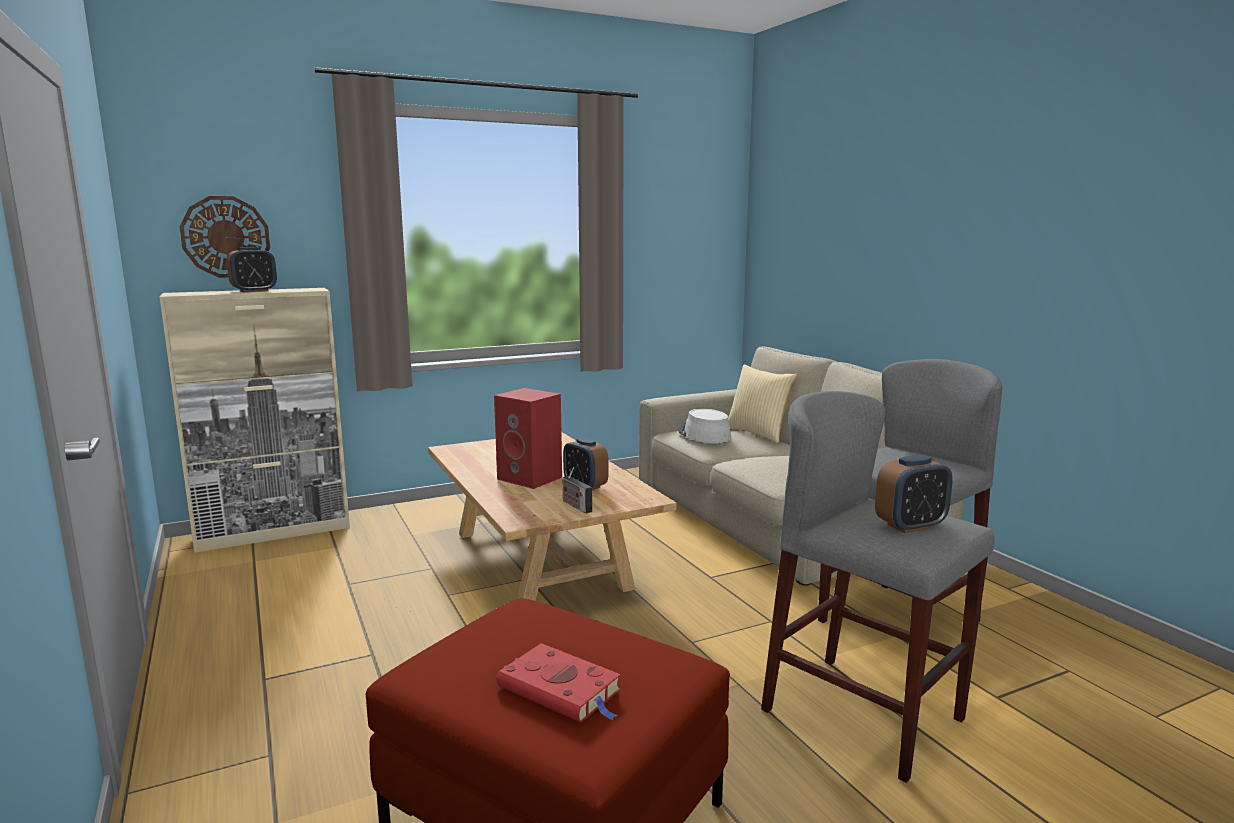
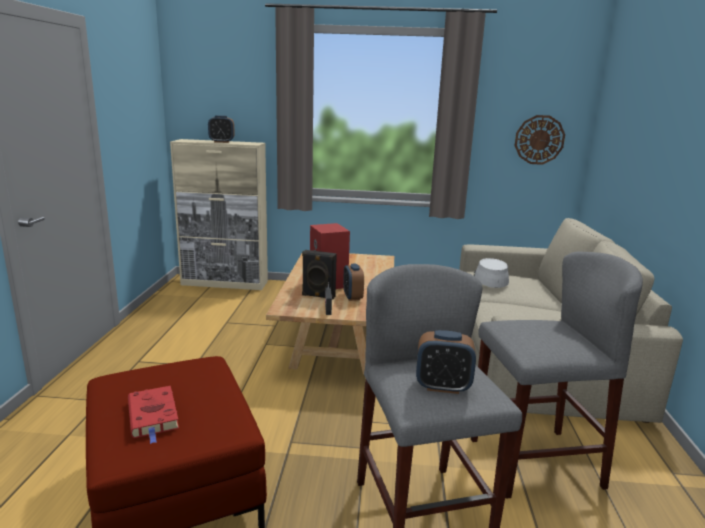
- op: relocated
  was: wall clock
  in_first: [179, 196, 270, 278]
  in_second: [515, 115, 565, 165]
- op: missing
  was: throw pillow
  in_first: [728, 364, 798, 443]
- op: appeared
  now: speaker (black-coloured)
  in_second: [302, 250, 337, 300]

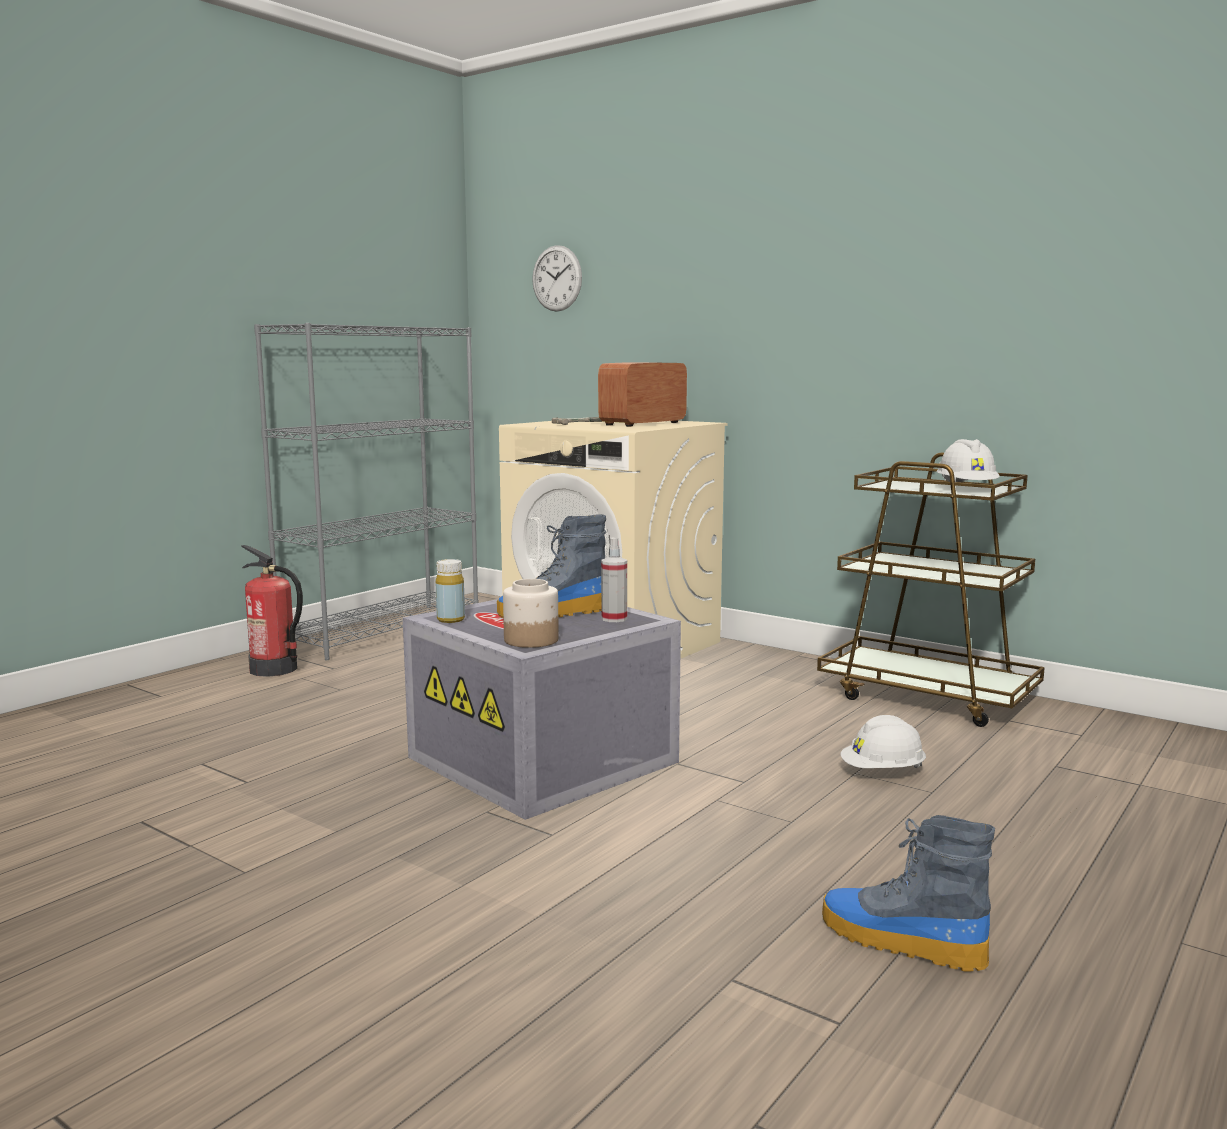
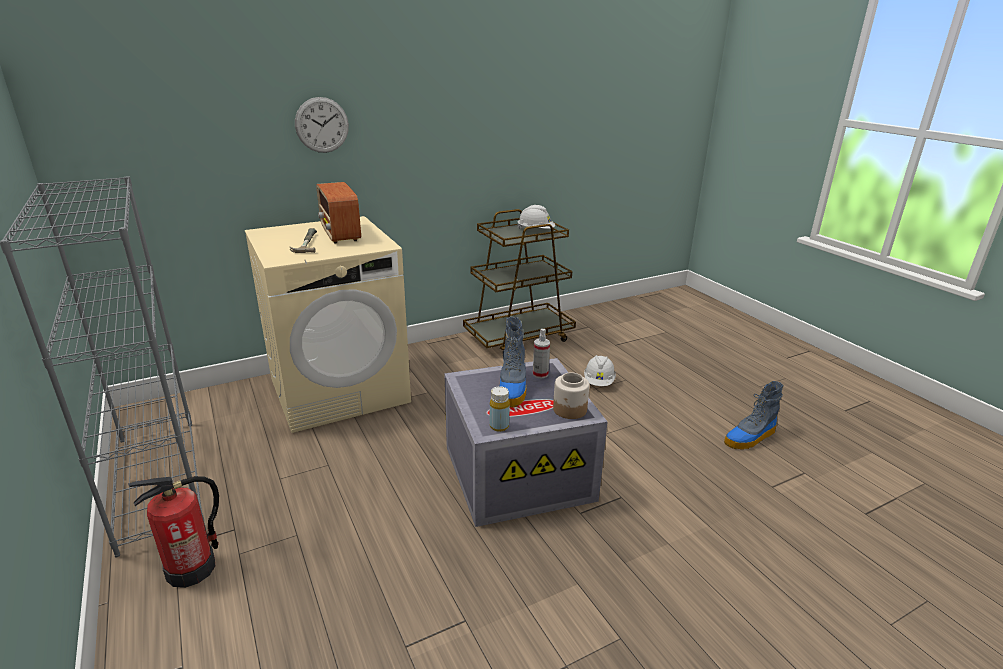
- op: relocated
  was: wall clock
  in_first: [532, 245, 582, 312]
  in_second: [295, 97, 349, 153]

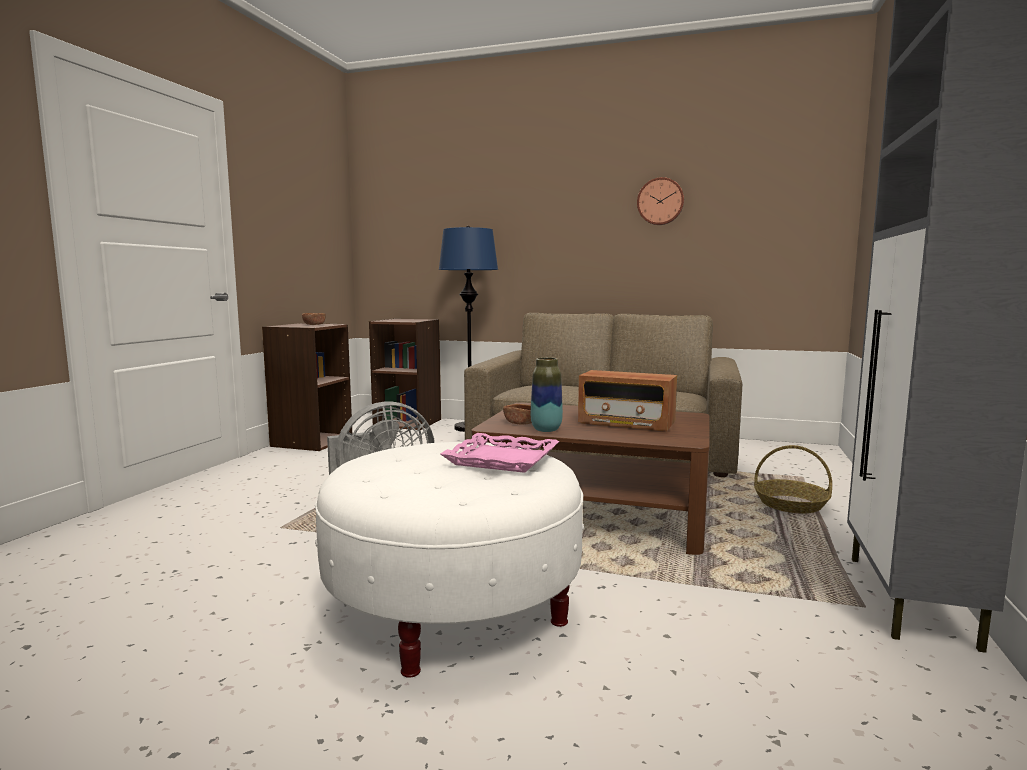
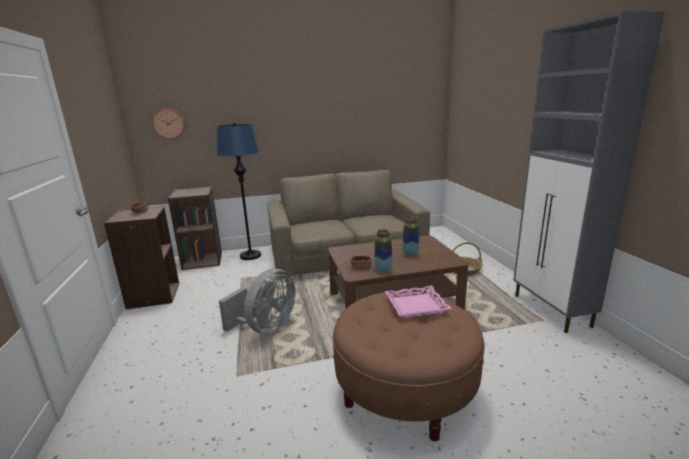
- op: relocated
  was: wall clock
  in_first: [637, 177, 684, 225]
  in_second: [152, 108, 185, 139]
- op: exchanged
  was: radio set
  now: flower vase
  in_first: [578, 370, 677, 432]
  in_second: [402, 217, 419, 256]
- op: colour
  was: ottoman (white-coloured)
  now: ottoman (brownish)
  in_first: [315, 442, 584, 678]
  in_second: [333, 291, 485, 441]

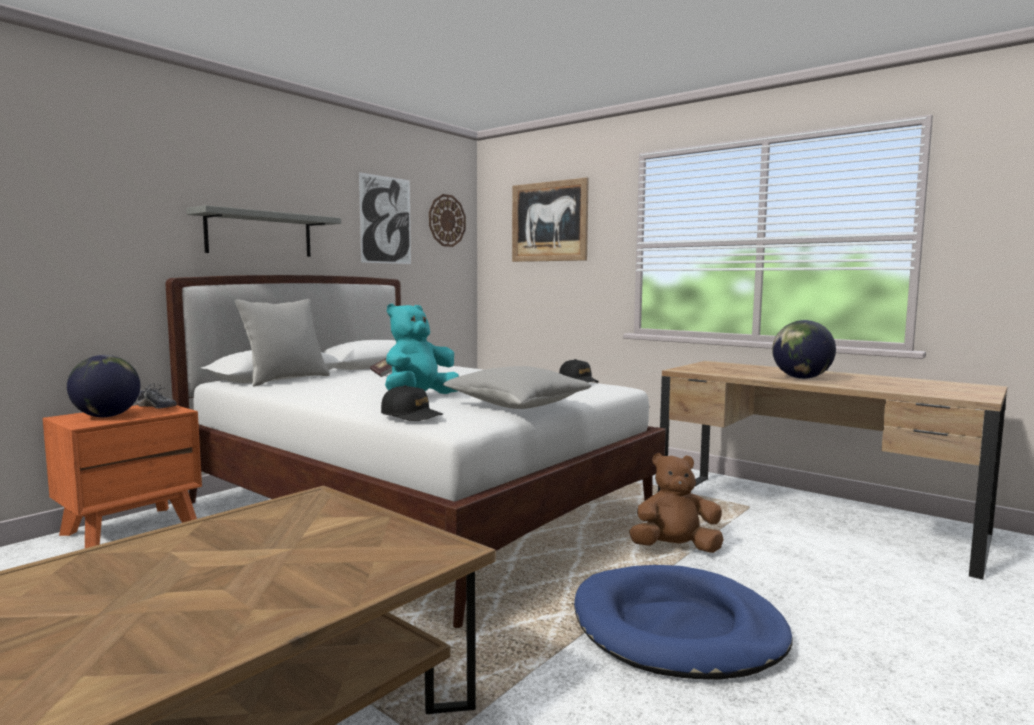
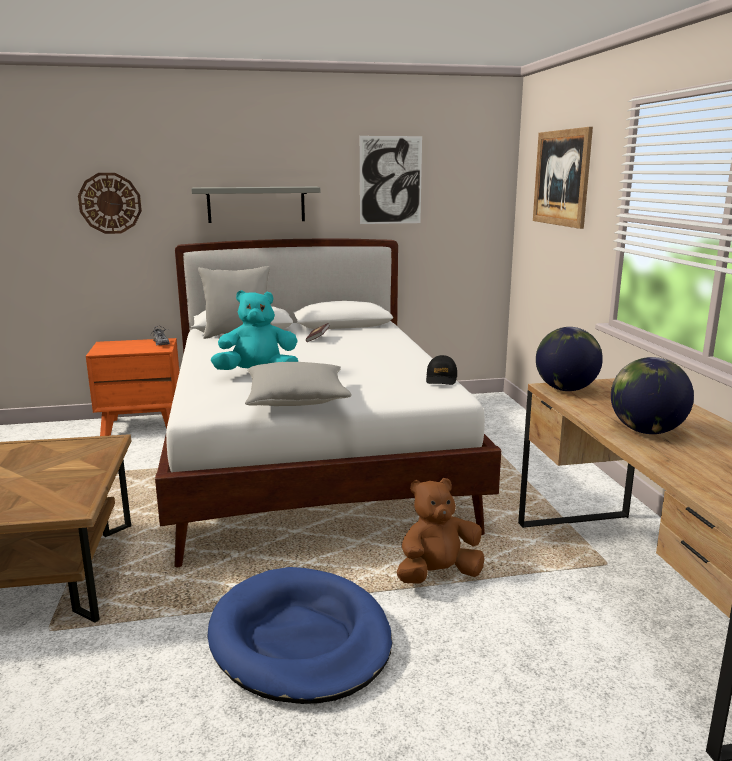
- op: relocated
  was: wall clock
  in_first: [429, 194, 466, 247]
  in_second: [78, 173, 142, 234]
- op: relocated
  was: world globe
  in_first: [67, 355, 140, 417]
  in_second: [536, 327, 603, 391]
- op: missing
  was: baseball cap (black-coloured)
  in_first: [381, 385, 443, 421]
- op: spun
  was: soft toy (brownish)
  in_first: [629, 453, 724, 553]
  in_second: [397, 478, 484, 584]
  clockwise: -60

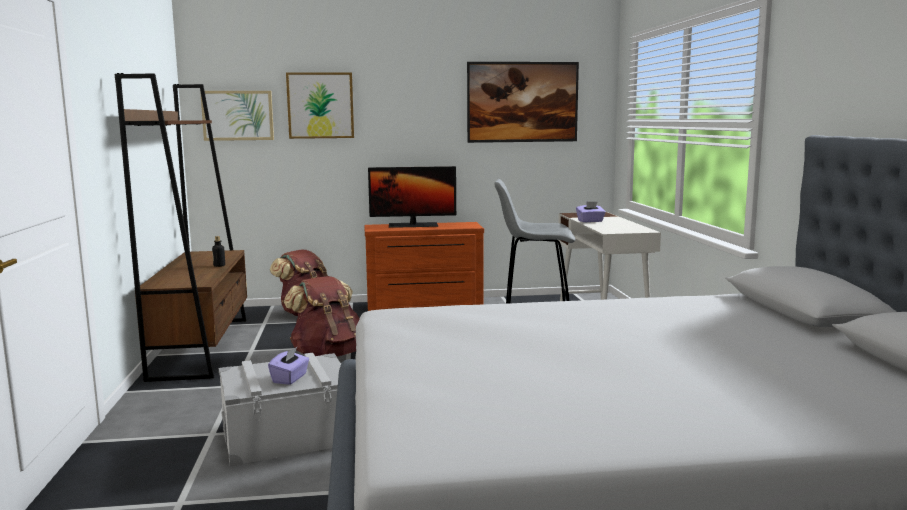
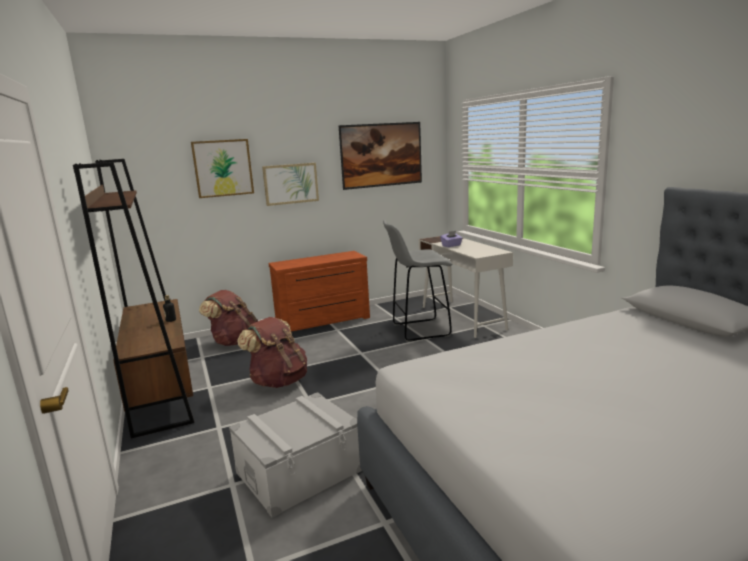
- op: relocated
  was: picture
  in_first: [200, 91, 274, 141]
  in_second: [262, 163, 319, 206]
- op: missing
  was: computer display
  in_first: [368, 166, 456, 228]
- op: missing
  was: tissue holder (purplish)
  in_first: [268, 347, 309, 385]

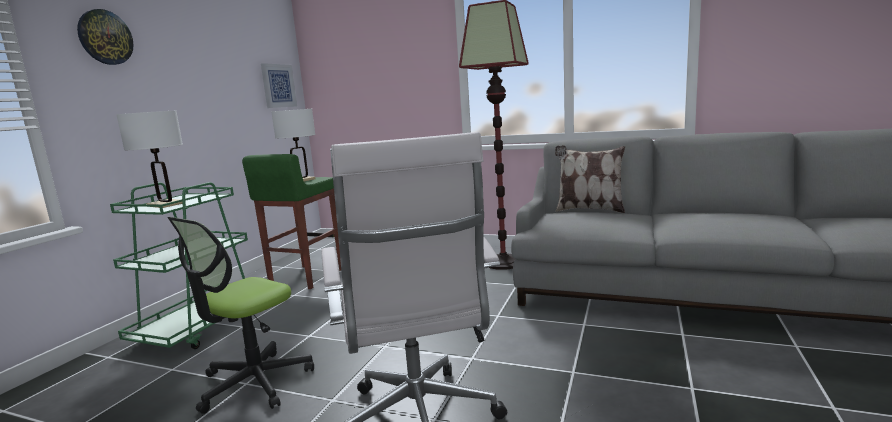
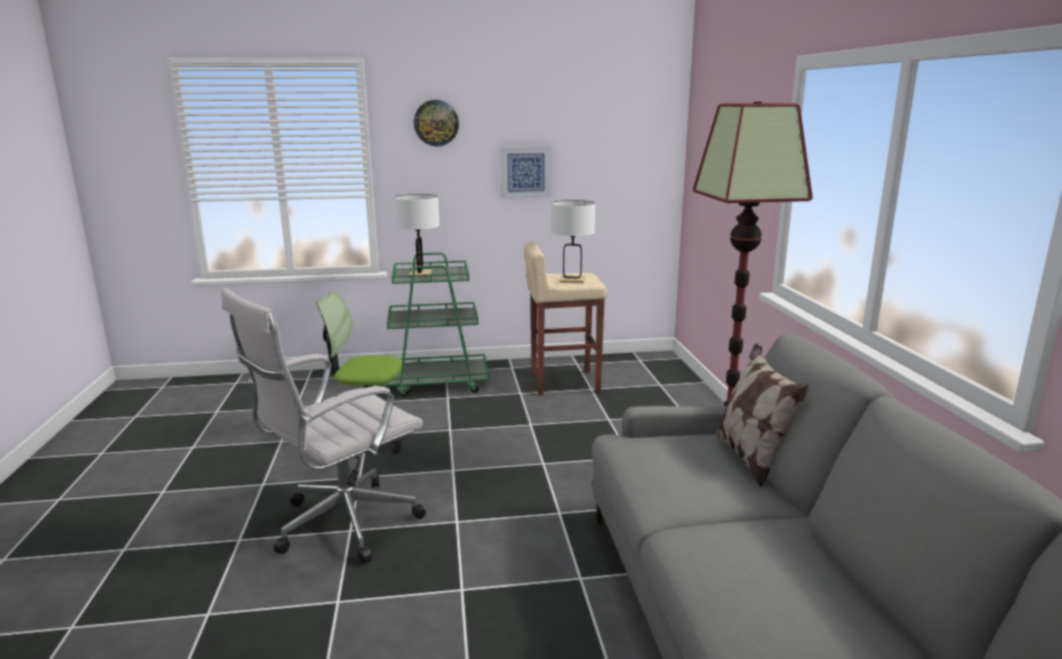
- op: relocated
  was: picture
  in_first: [261, 63, 297, 108]
  in_second: [500, 146, 551, 199]
- op: colour
  was: stool seat (green-coloured)
  now: stool seat (sand-coloured)
  in_first: [242, 154, 341, 289]
  in_second: [524, 242, 607, 395]

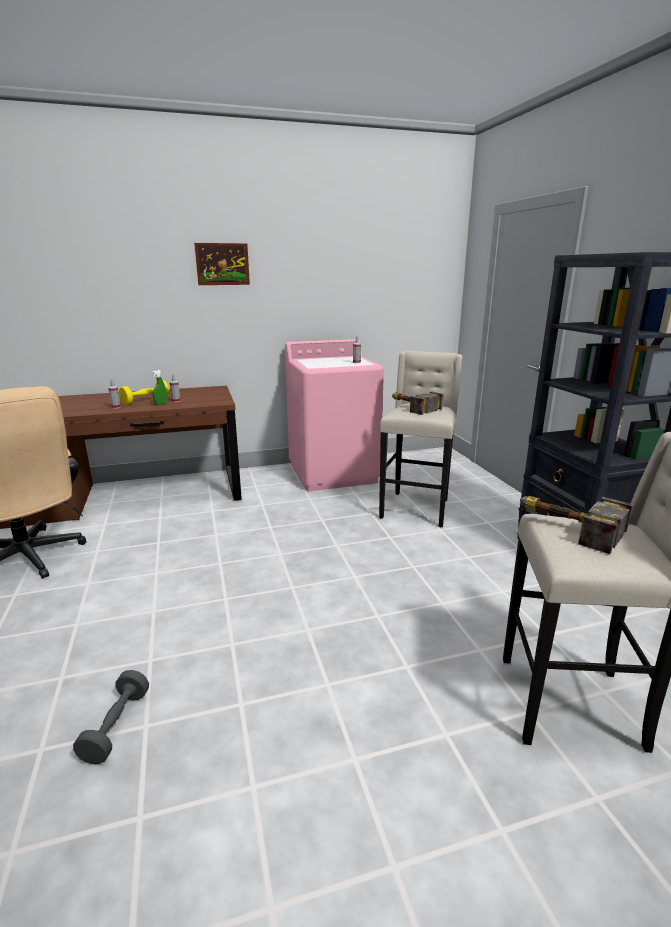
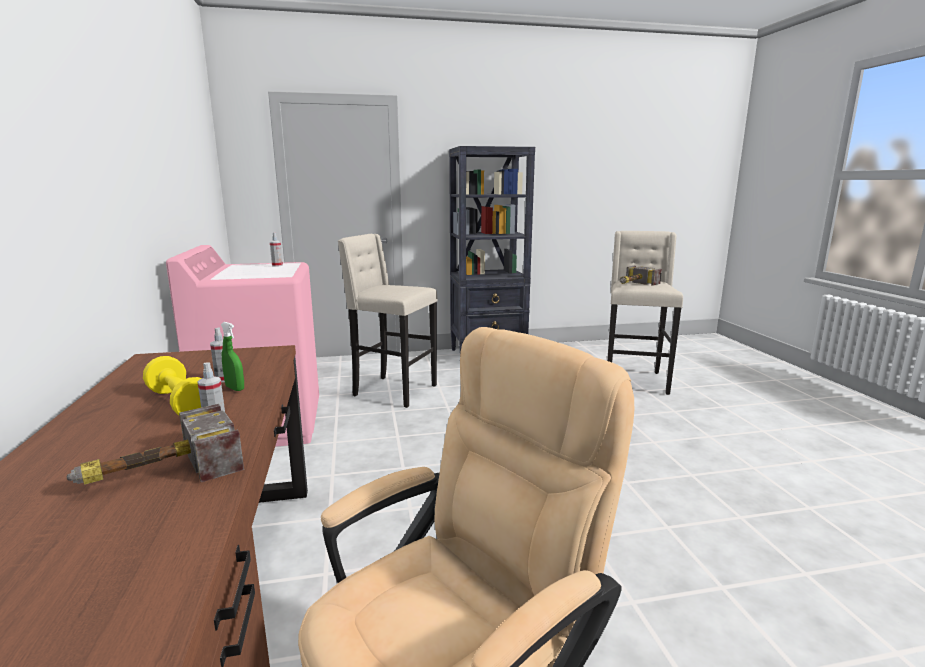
- op: missing
  was: picture
  in_first: [194, 243, 250, 285]
- op: relocated
  was: hammer
  in_first: [392, 391, 443, 415]
  in_second: [67, 404, 244, 485]
- op: missing
  was: dumbbell (greyish)
  in_first: [73, 670, 149, 764]

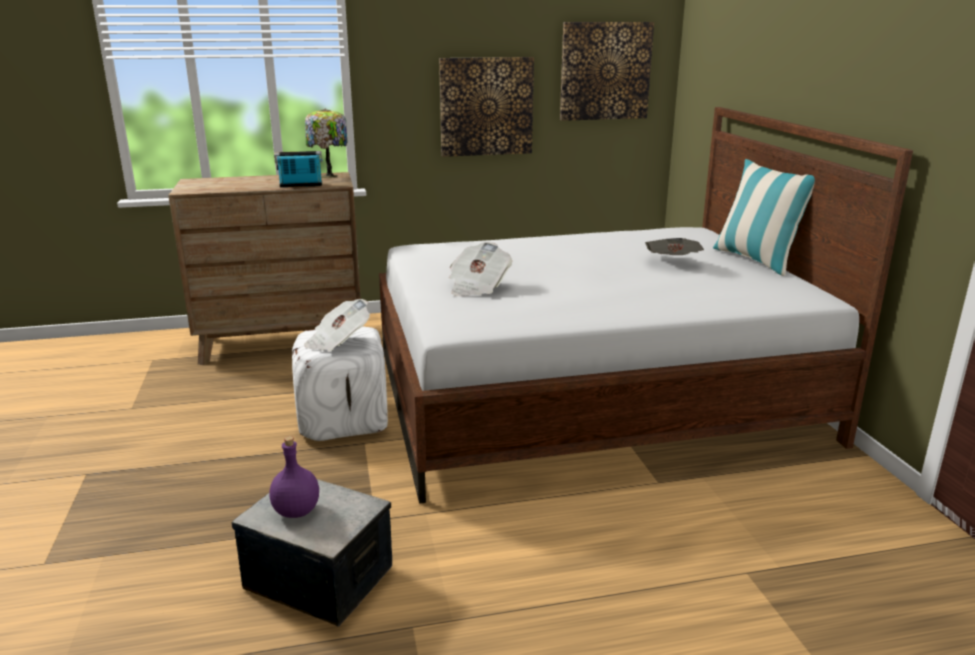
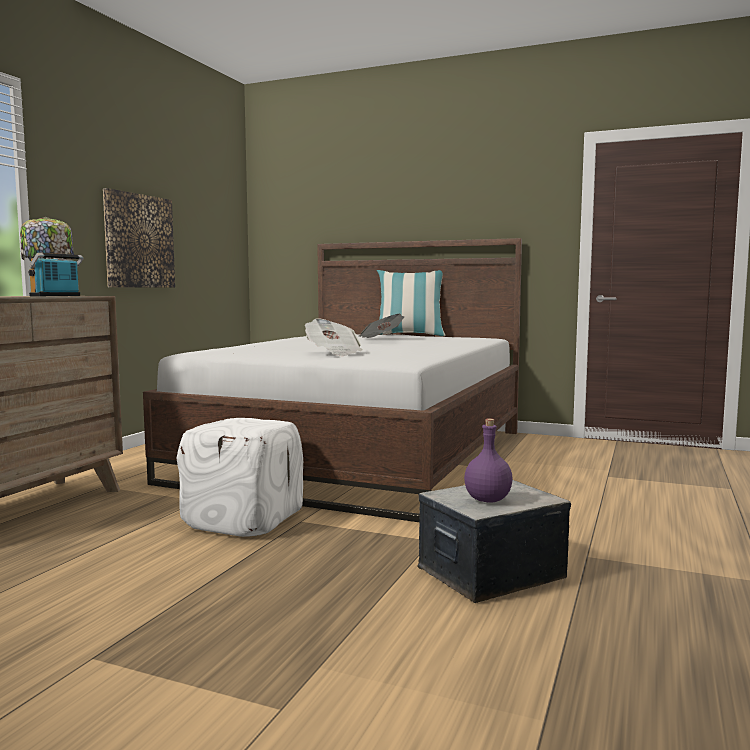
- op: missing
  was: picture
  in_first: [560, 22, 654, 121]
- op: missing
  was: daily paper
  in_first: [304, 299, 370, 352]

